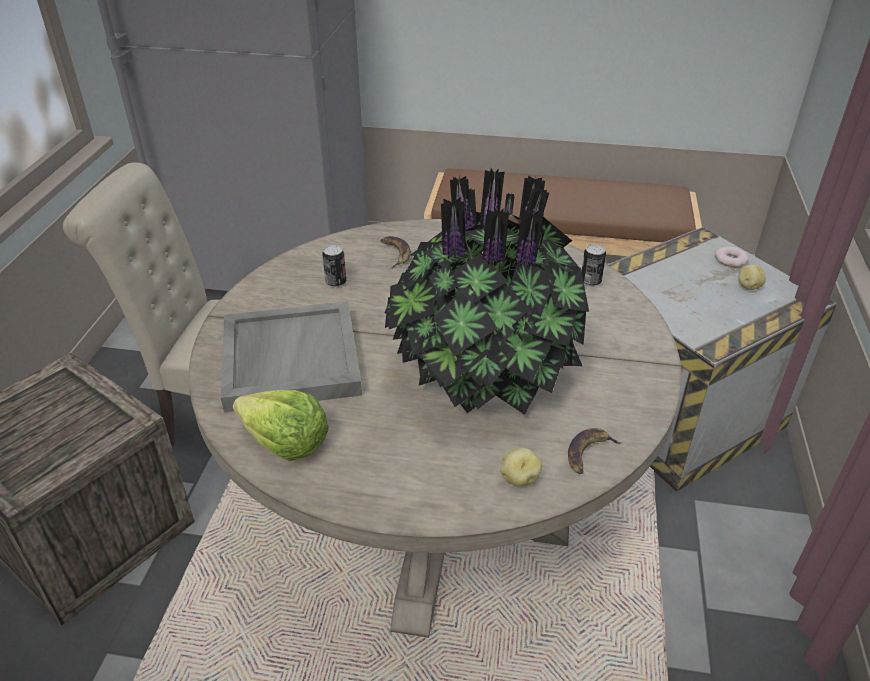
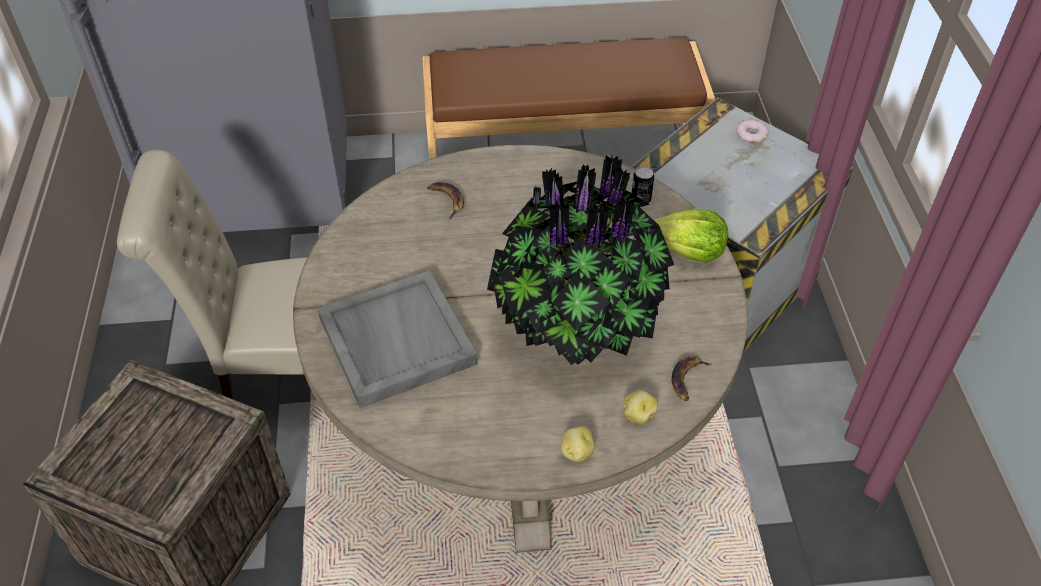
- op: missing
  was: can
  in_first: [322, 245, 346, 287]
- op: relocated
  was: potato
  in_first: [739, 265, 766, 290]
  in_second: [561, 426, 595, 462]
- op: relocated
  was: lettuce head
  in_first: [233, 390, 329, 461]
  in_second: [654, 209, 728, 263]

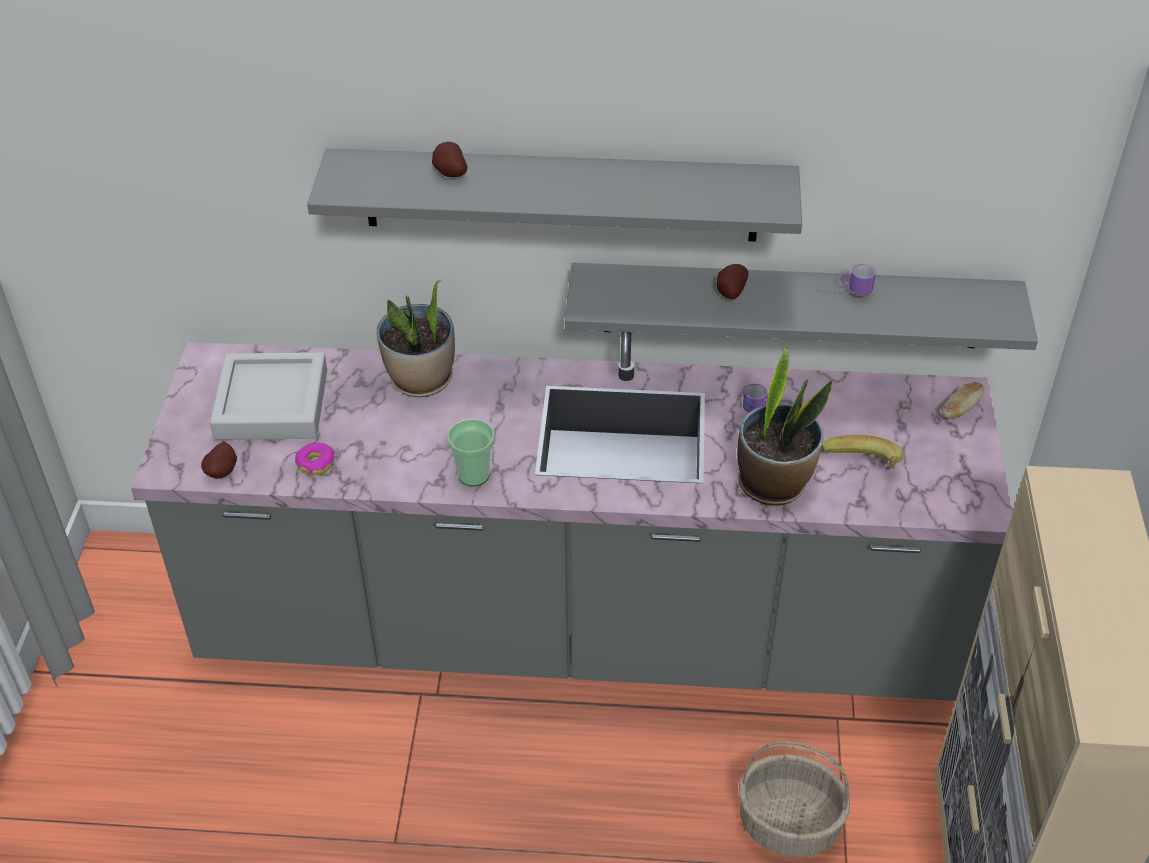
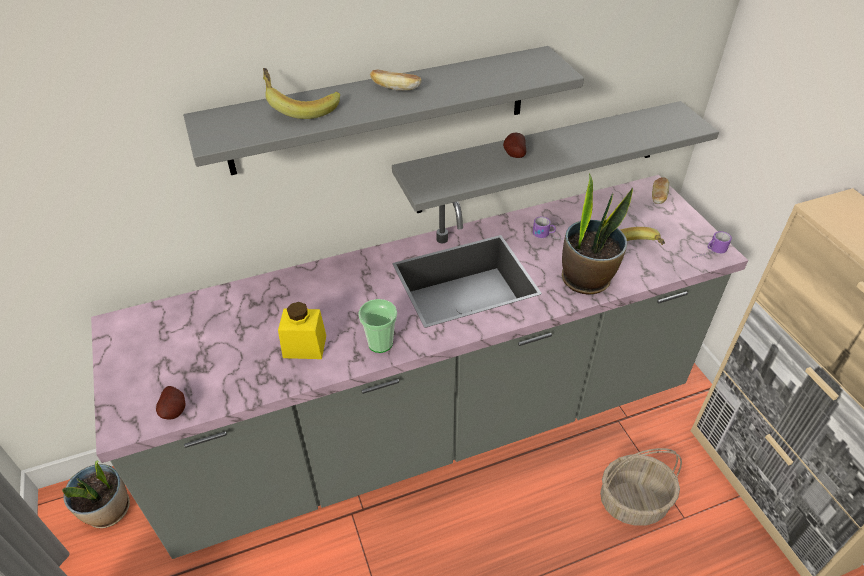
- op: exchanged
  was: potato
  now: banana
  in_first: [432, 142, 467, 177]
  in_second: [263, 68, 340, 119]
- op: relocated
  was: mug
  in_first: [819, 264, 876, 296]
  in_second: [692, 231, 732, 258]
- op: relocated
  was: potted plant
  in_first: [376, 280, 455, 397]
  in_second: [62, 460, 130, 528]
- op: missing
  was: serving tray (greyish)
  in_first: [210, 352, 327, 440]
- op: missing
  was: doughnut
  in_first: [295, 442, 335, 475]
- op: appeared
  now: baked bread
  in_second: [370, 70, 421, 91]
- op: appeared
  now: preserve jar (yellow)
  in_second: [278, 302, 326, 359]

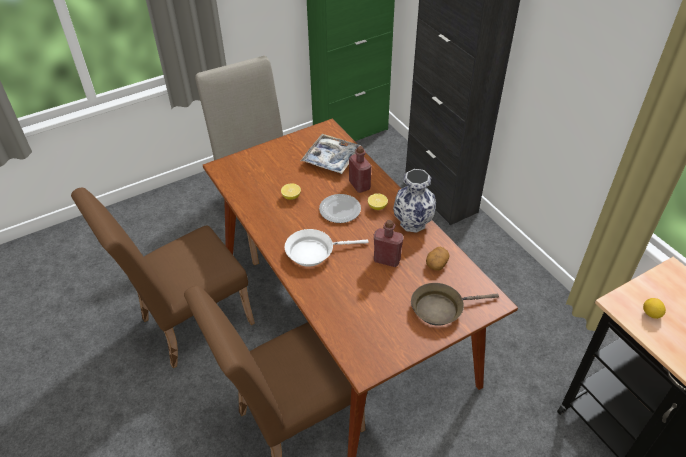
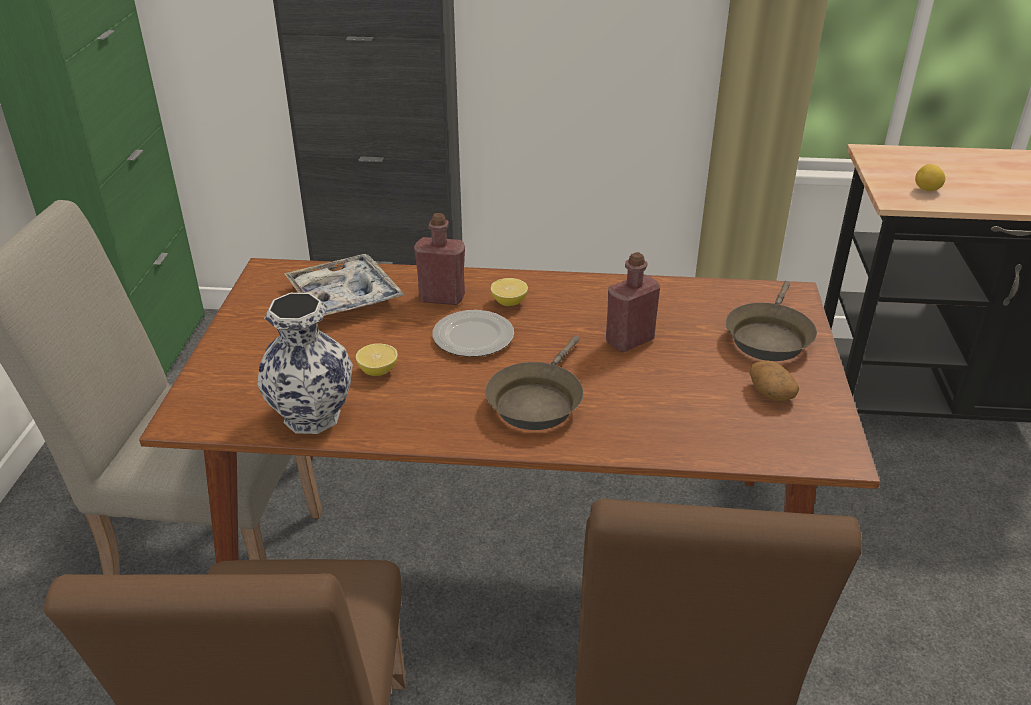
- op: relocated
  was: flower vase
  in_first: [393, 169, 436, 233]
  in_second: [257, 293, 353, 434]
- op: colour
  was: pan (white-coloured)
  now: pan (brownish)
  in_first: [285, 229, 368, 267]
  in_second: [485, 335, 583, 430]
- op: relocated
  was: potato
  in_first: [426, 247, 449, 271]
  in_second: [750, 361, 799, 401]

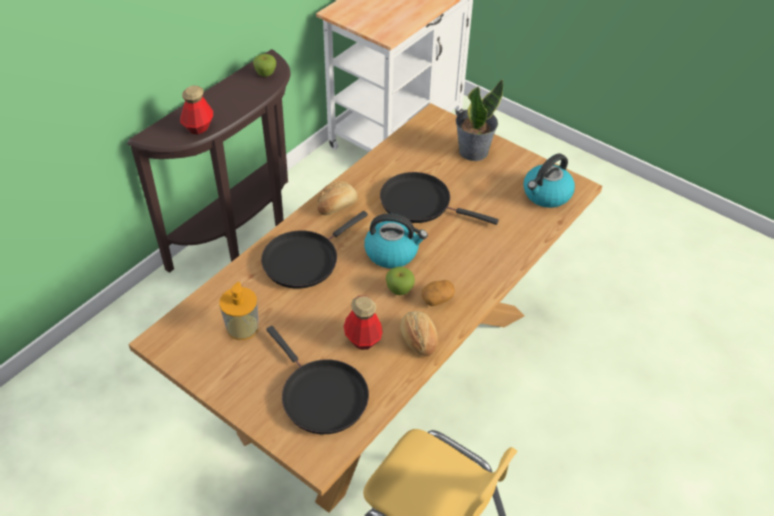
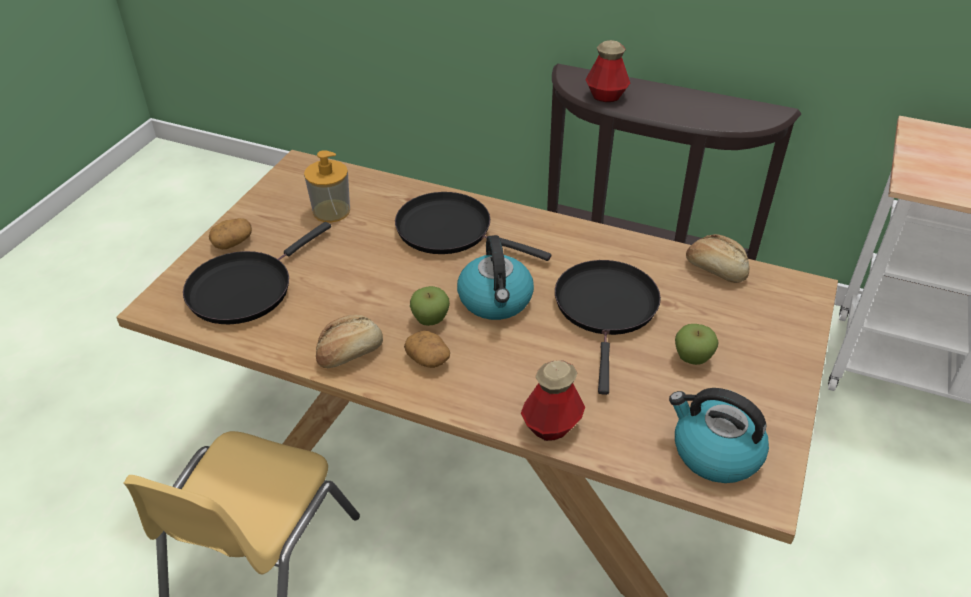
- op: relocated
  was: apple fruit
  in_first: [253, 54, 276, 77]
  in_second: [675, 324, 719, 365]
- op: missing
  was: potted plant
  in_first: [456, 79, 503, 161]
- op: relocated
  was: baked bread
  in_first: [317, 181, 358, 215]
  in_second: [686, 234, 749, 283]
- op: relocated
  was: bottle
  in_first: [344, 296, 383, 350]
  in_second: [521, 360, 585, 441]
- op: appeared
  now: potato
  in_second: [209, 218, 252, 249]

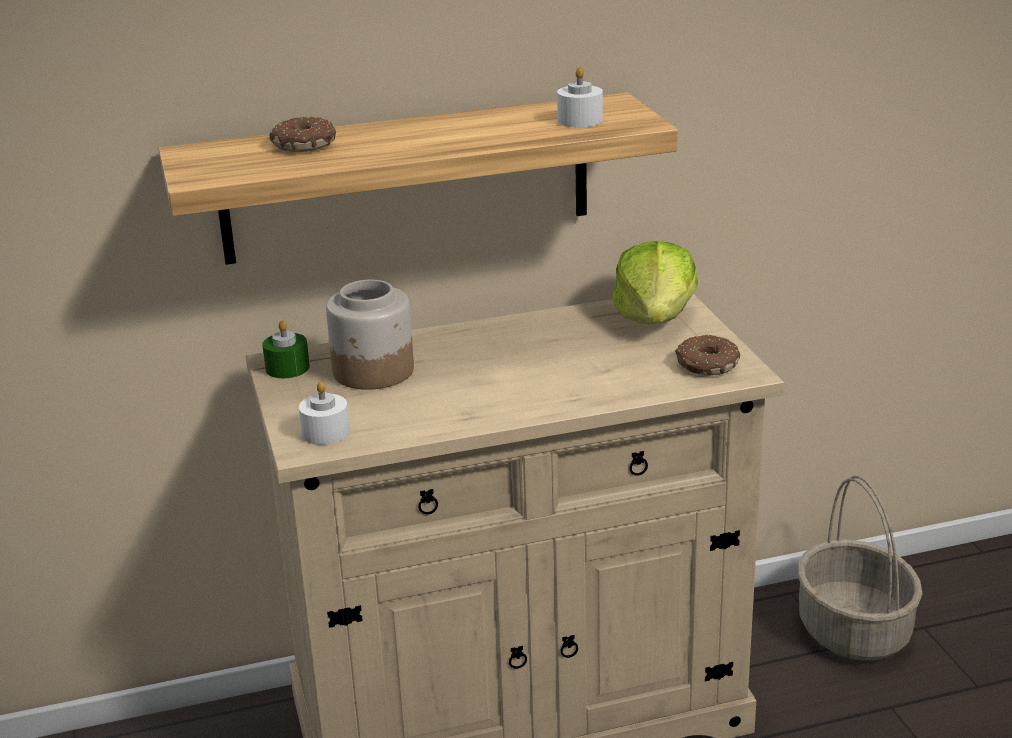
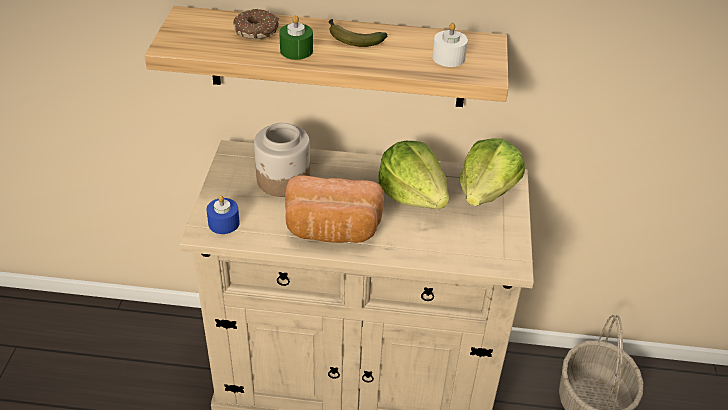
- op: relocated
  was: candle (green-coloured)
  in_first: [262, 320, 310, 378]
  in_second: [279, 15, 313, 60]
- op: missing
  was: doughnut
  in_first: [675, 334, 740, 376]
- op: colour
  was: candle (white-coloured)
  now: candle (blue)
  in_first: [299, 381, 350, 445]
  in_second: [207, 195, 240, 234]
- op: appeared
  now: banana
  in_second: [329, 19, 387, 47]
- op: appeared
  now: lettuce head
  in_second: [378, 141, 449, 209]
- op: appeared
  now: baked bread
  in_second: [285, 175, 384, 243]

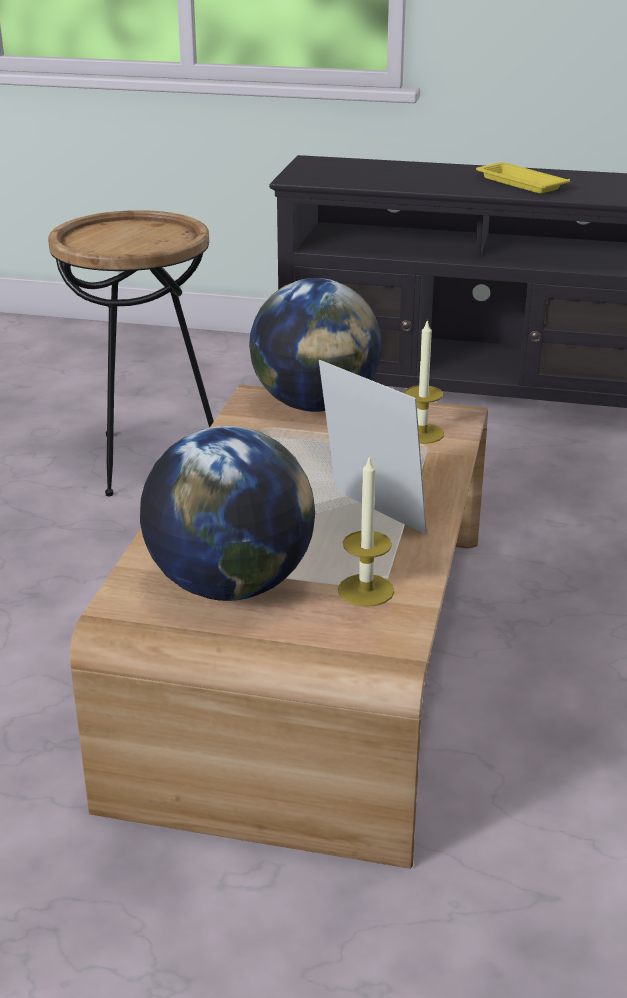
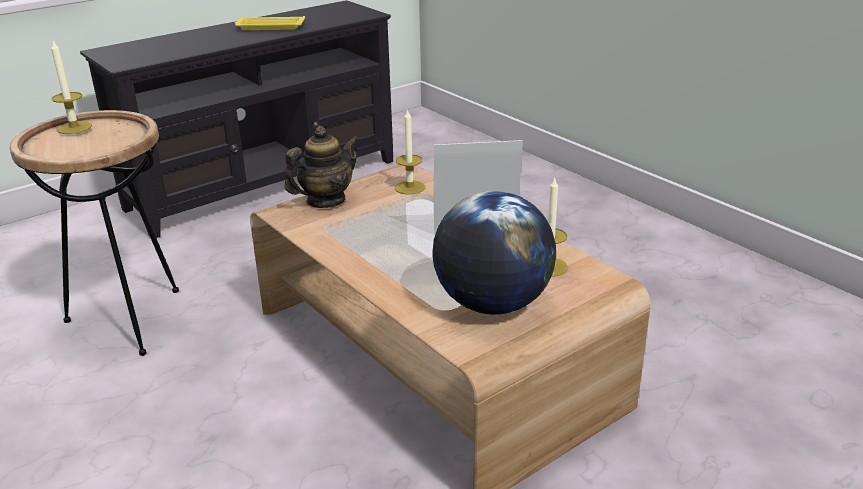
- op: exchanged
  was: world globe
  now: pot for tea
  in_first: [249, 278, 382, 412]
  in_second: [284, 126, 359, 208]
- op: appeared
  now: candle
  in_second: [51, 41, 92, 134]

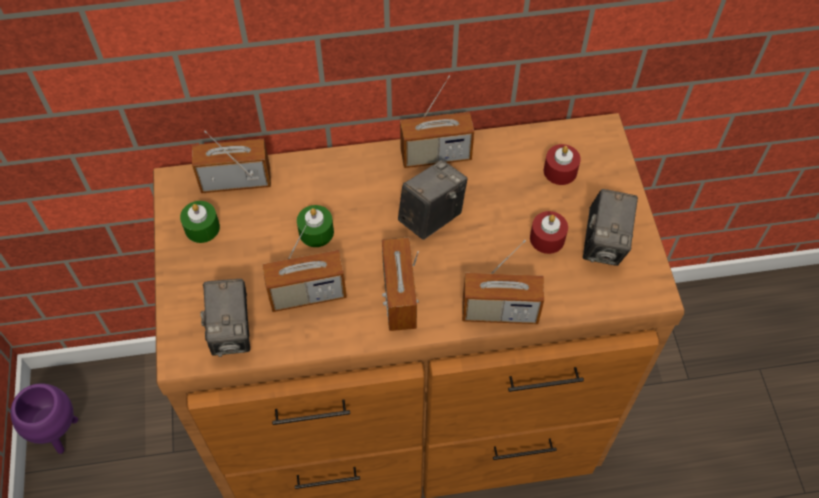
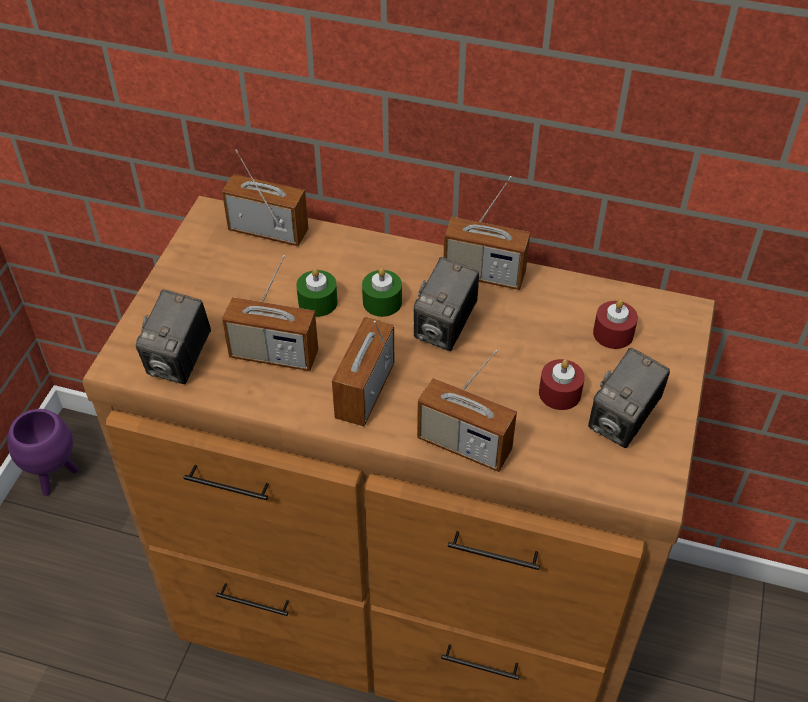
- op: spun
  was: still camera
  in_first: [398, 160, 467, 240]
  in_second: [414, 257, 479, 351]
  clockwise: 135
- op: relocated
  was: candle (green-coloured)
  in_first: [180, 201, 220, 243]
  in_second: [362, 268, 402, 317]

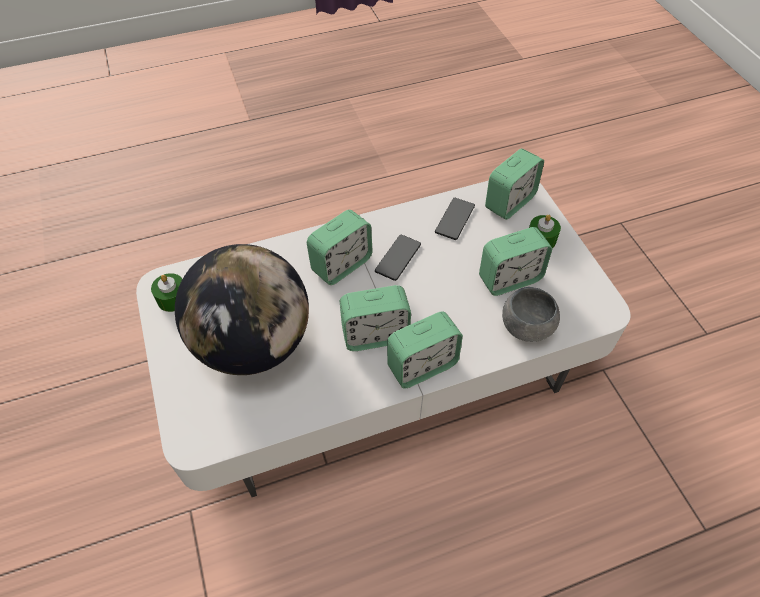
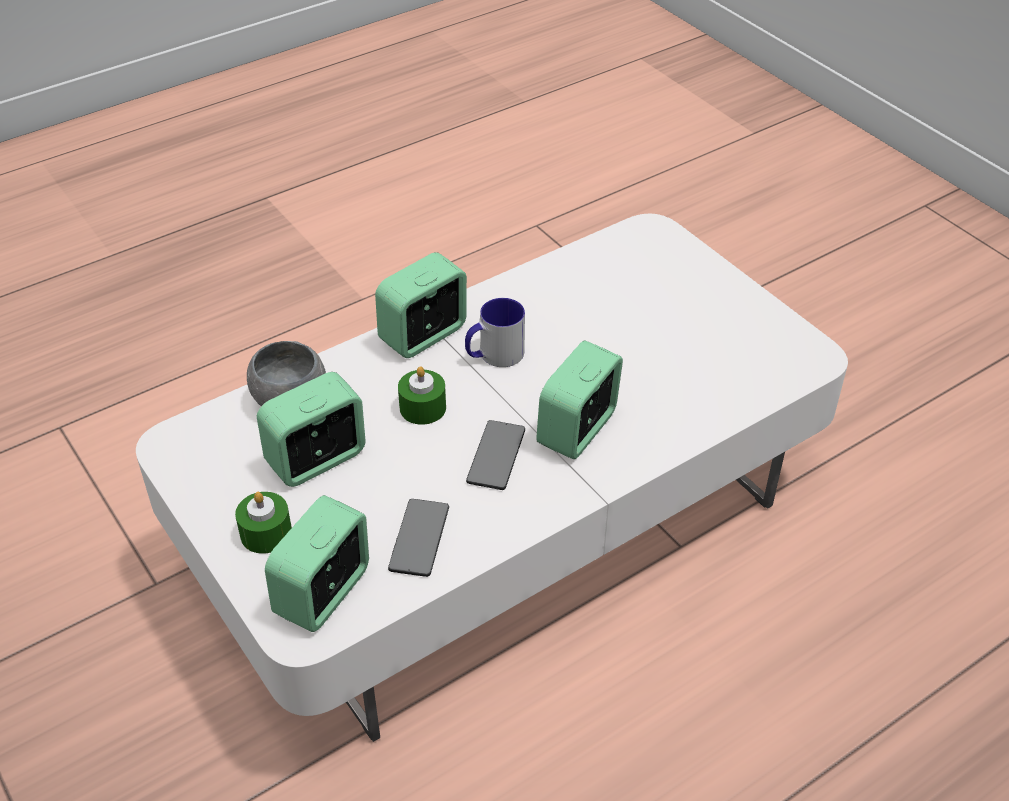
- op: missing
  was: world globe
  in_first: [175, 244, 309, 375]
- op: relocated
  was: candle (green-coloured)
  in_first: [151, 273, 182, 312]
  in_second: [398, 366, 446, 425]
- op: exchanged
  was: bedside clock
  now: mug
  in_first: [340, 285, 411, 351]
  in_second: [465, 298, 525, 367]

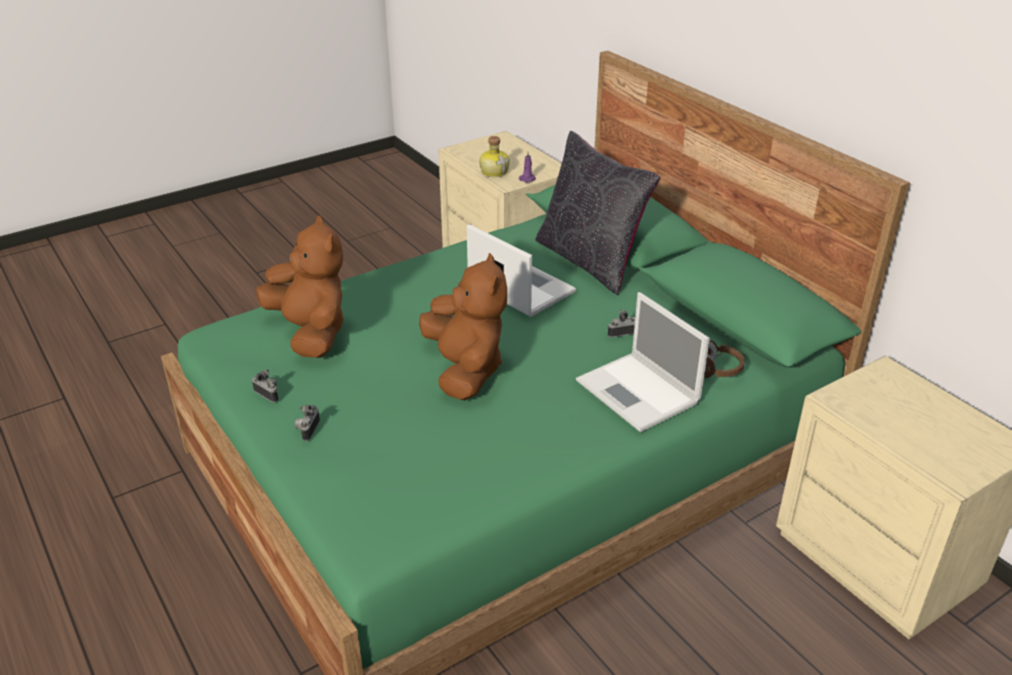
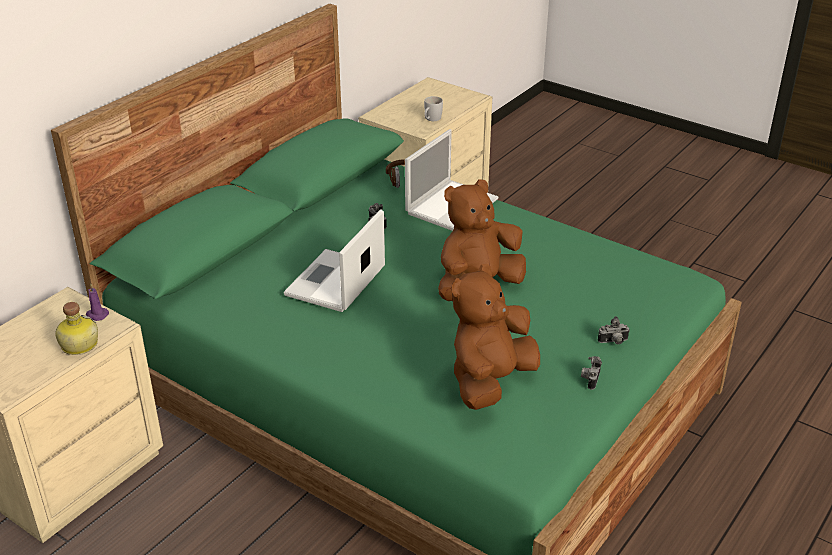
- op: missing
  was: throw pillow (black-coloured)
  in_first: [535, 131, 661, 295]
- op: appeared
  now: mug (white-coloured)
  in_second: [424, 96, 443, 121]

